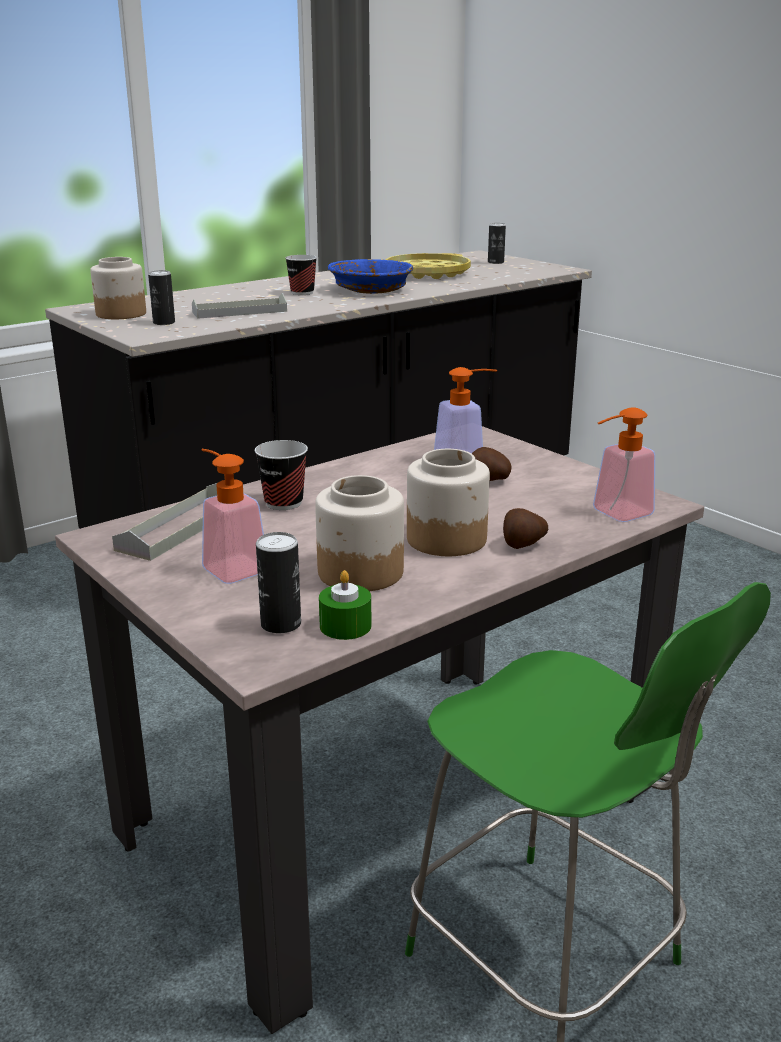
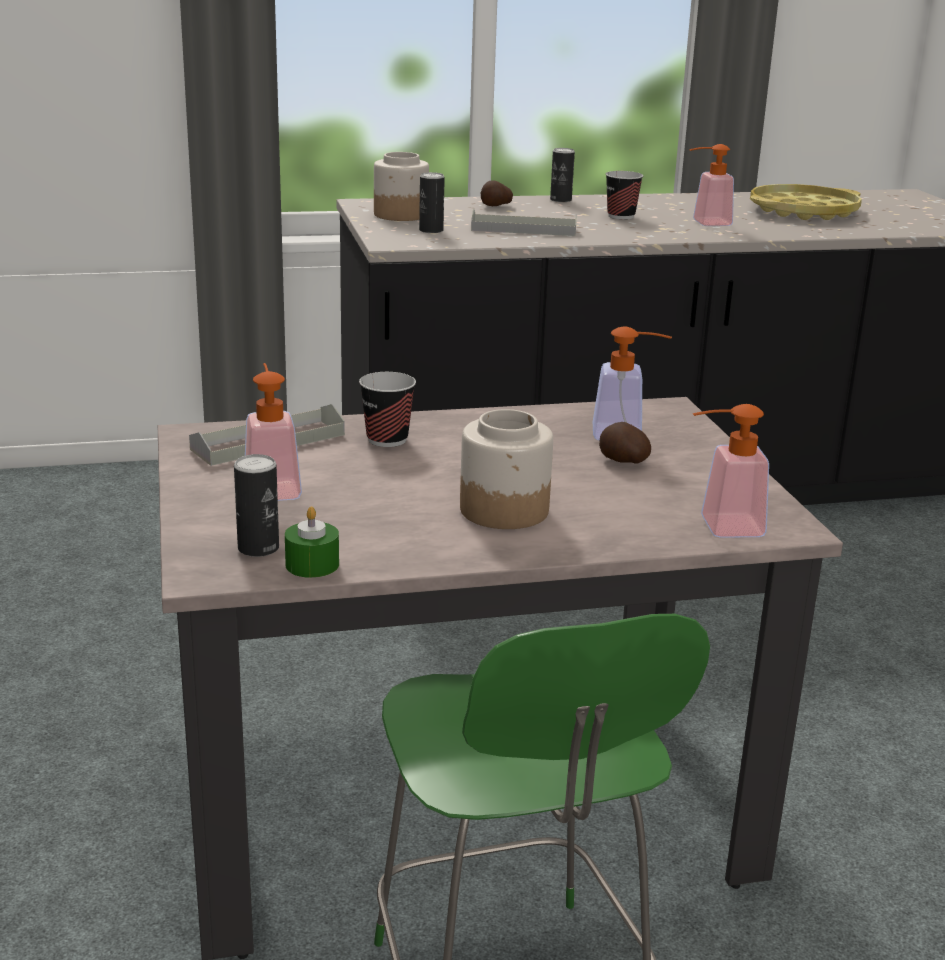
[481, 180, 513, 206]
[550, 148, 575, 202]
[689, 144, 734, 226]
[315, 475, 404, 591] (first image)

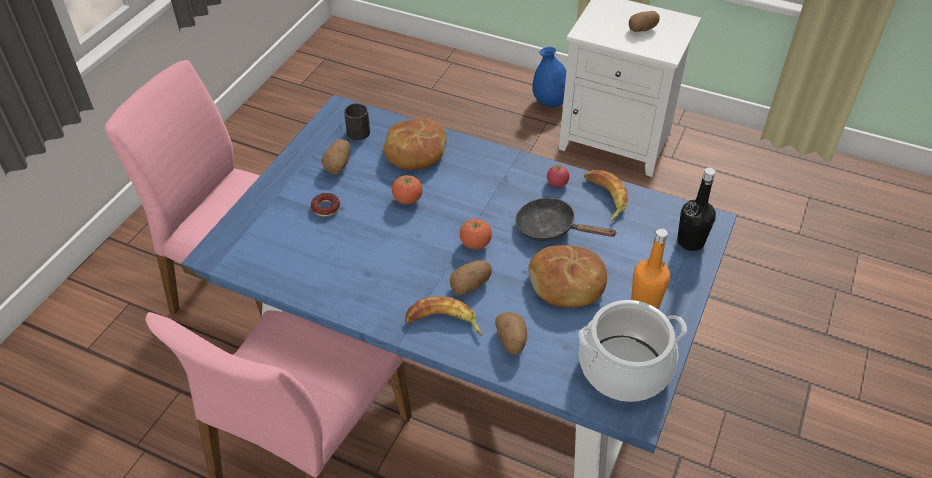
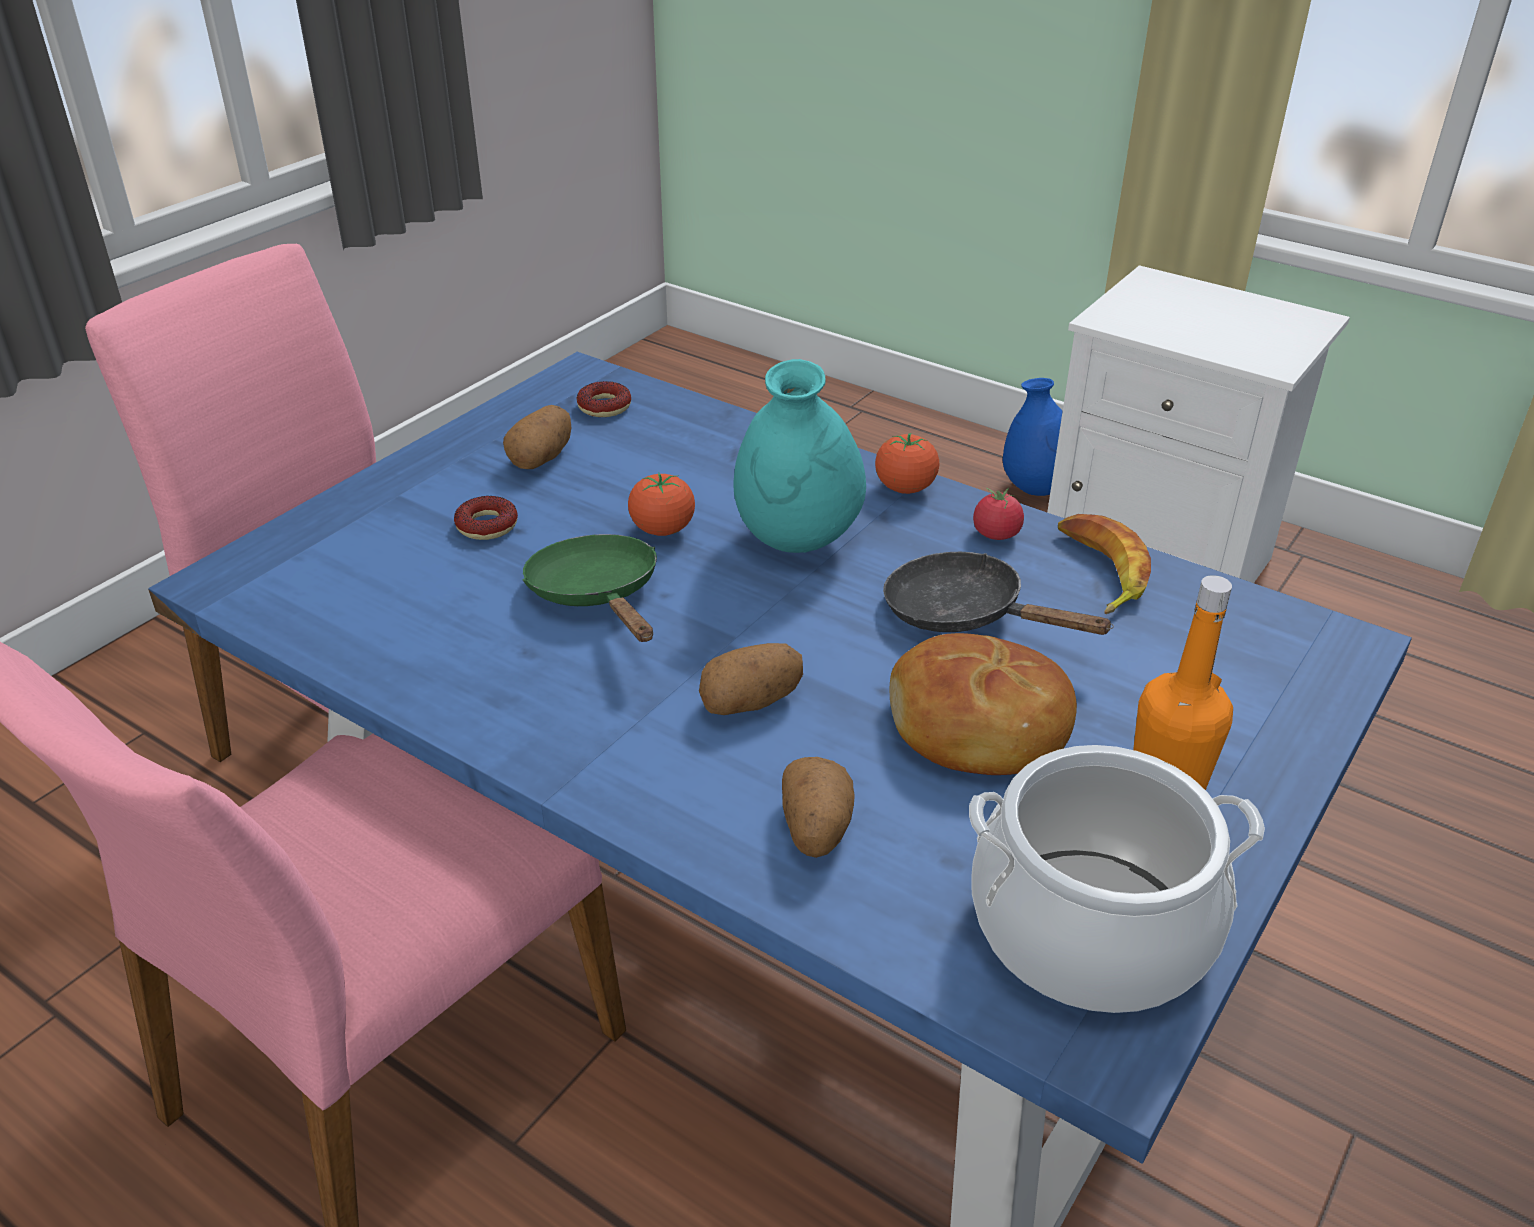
[523, 534, 657, 642]
[577, 381, 631, 417]
[733, 359, 866, 553]
[875, 433, 939, 494]
[384, 118, 447, 170] (first image)
[405, 296, 482, 336] (first image)
[629, 11, 660, 32] (first image)
[677, 168, 716, 251] (first image)

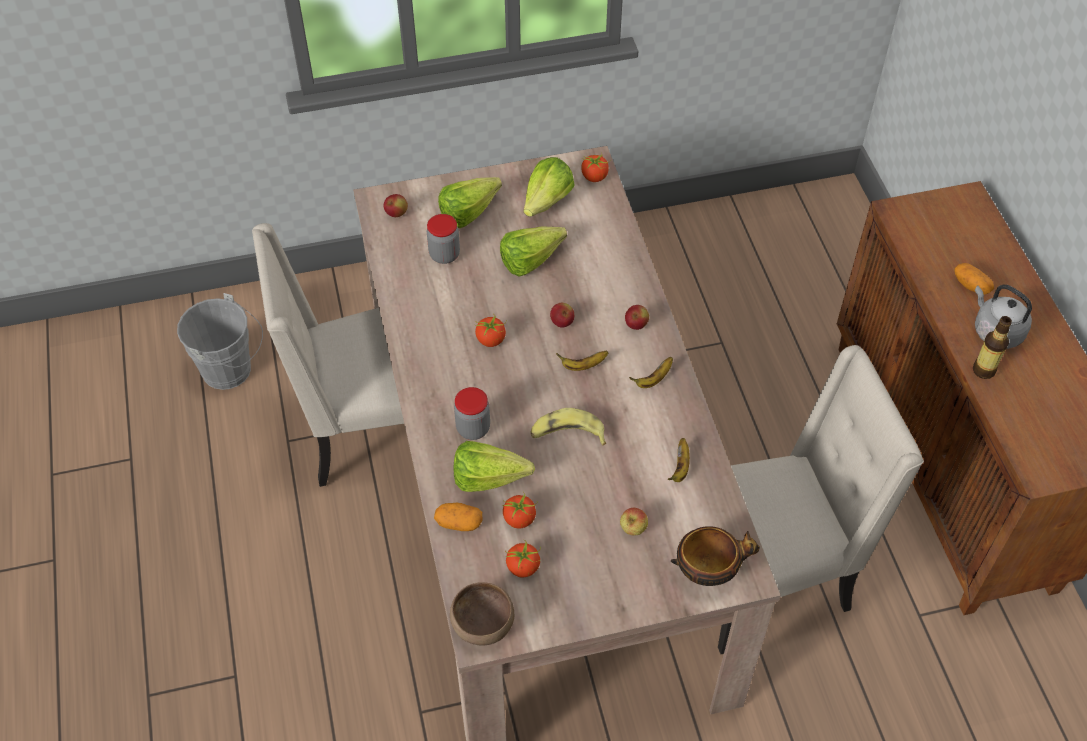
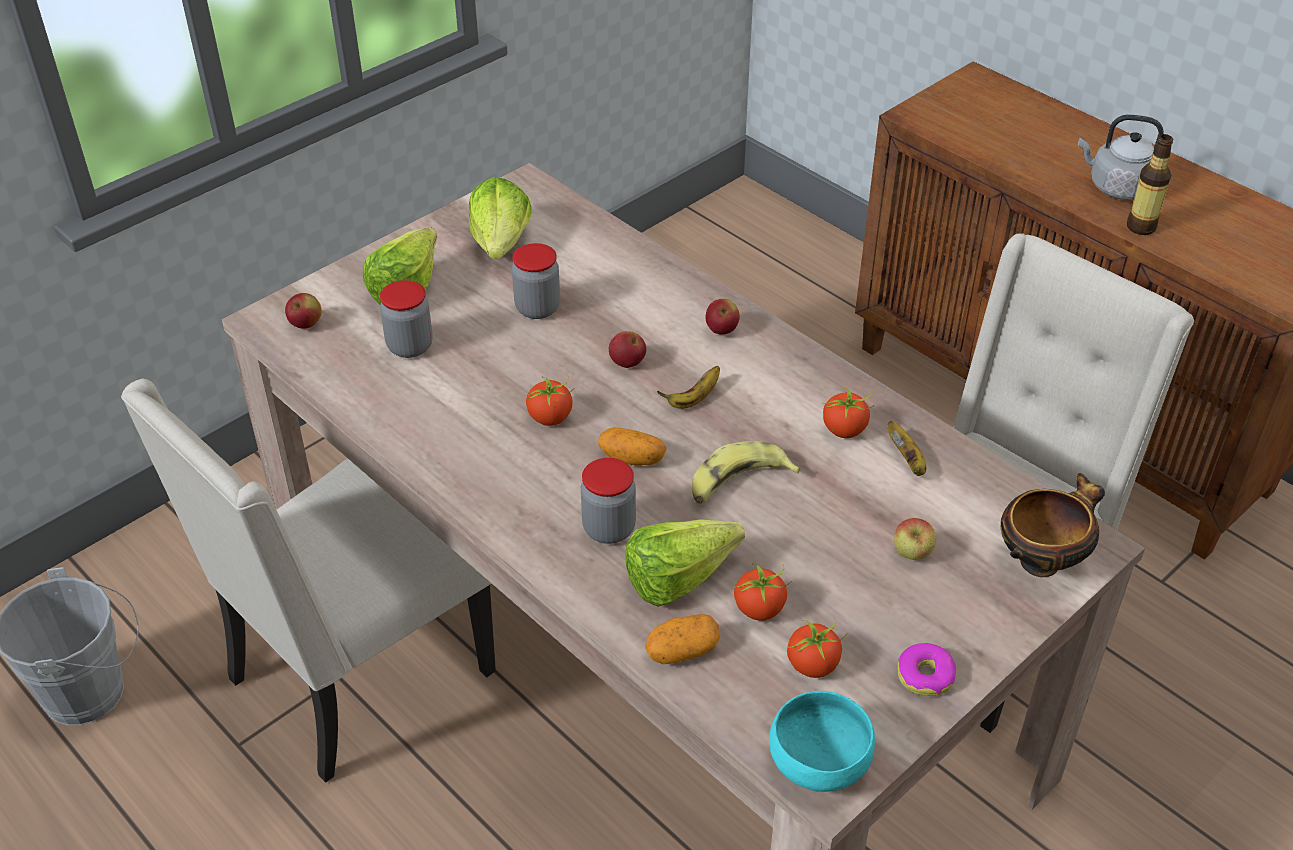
[512, 243, 560, 319]
[598, 427, 666, 465]
[769, 691, 875, 792]
[822, 387, 874, 438]
[898, 643, 956, 696]
[629, 357, 673, 388] (first image)

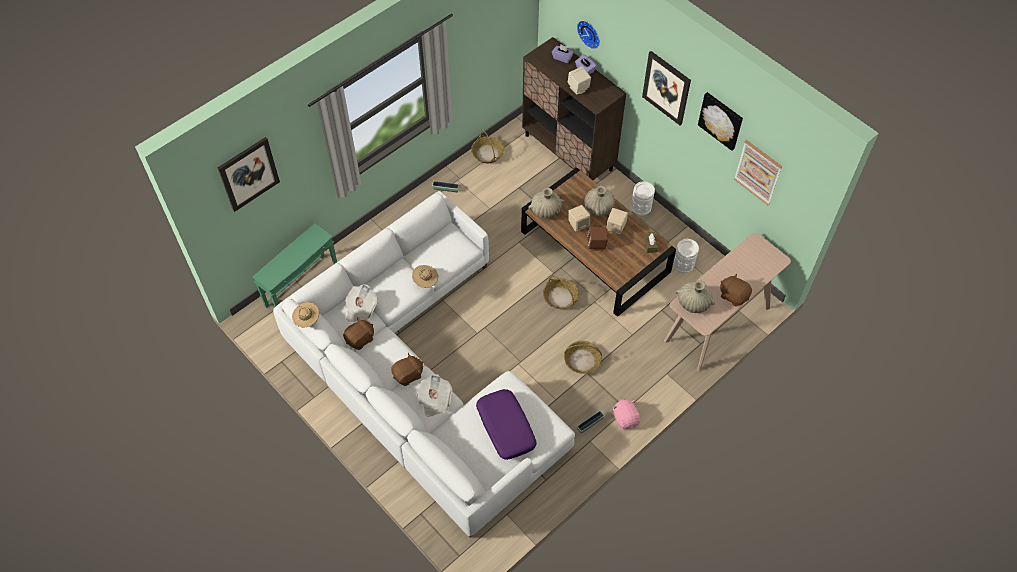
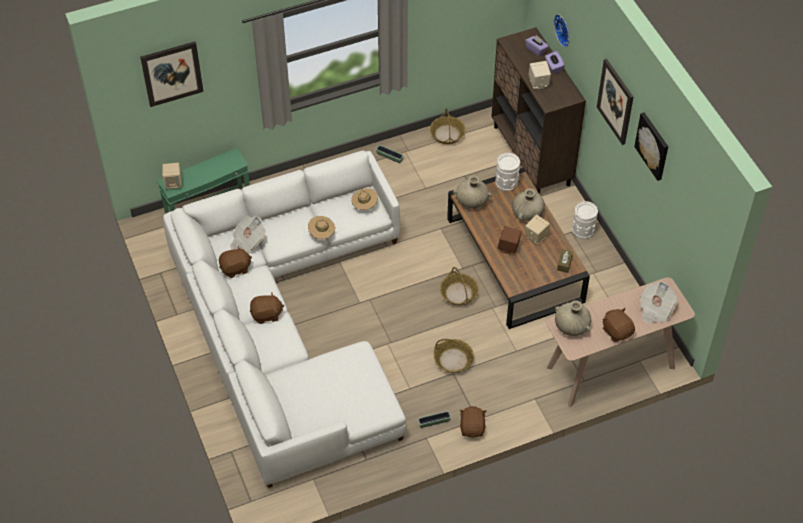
[162, 163, 182, 189]
[351, 188, 378, 210]
[459, 406, 486, 438]
[495, 153, 520, 191]
[640, 282, 678, 323]
[476, 389, 537, 460] (first image)
[734, 140, 783, 205] (first image)

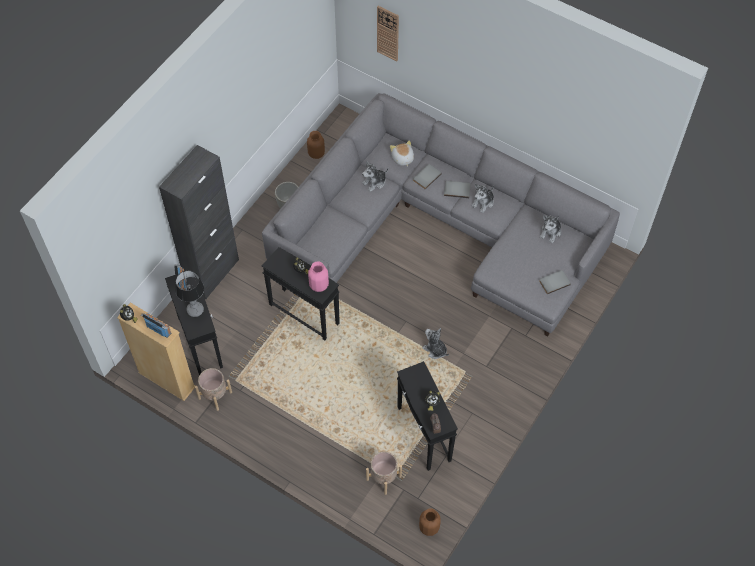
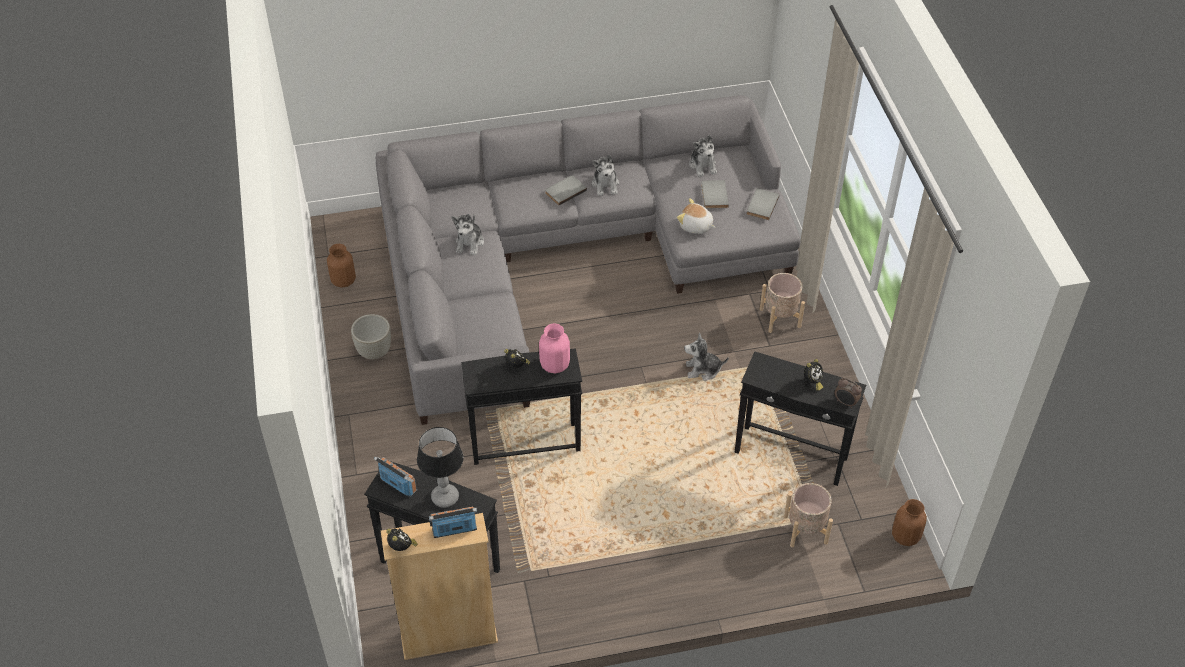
[677, 198, 716, 234]
[701, 180, 729, 209]
[760, 273, 805, 333]
[159, 145, 239, 299] (first image)
[377, 6, 399, 61] (first image)

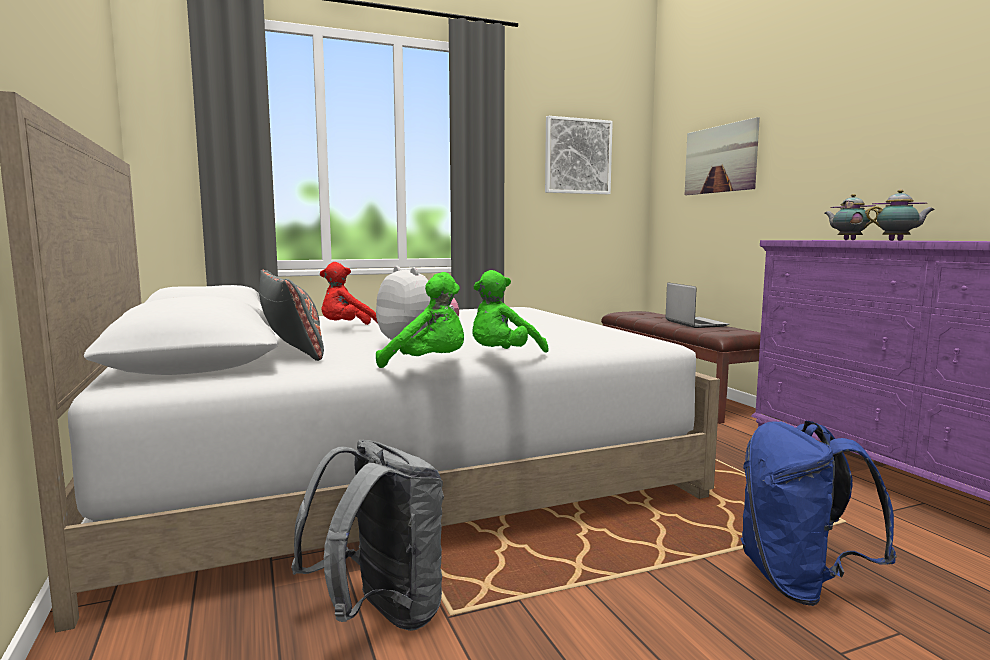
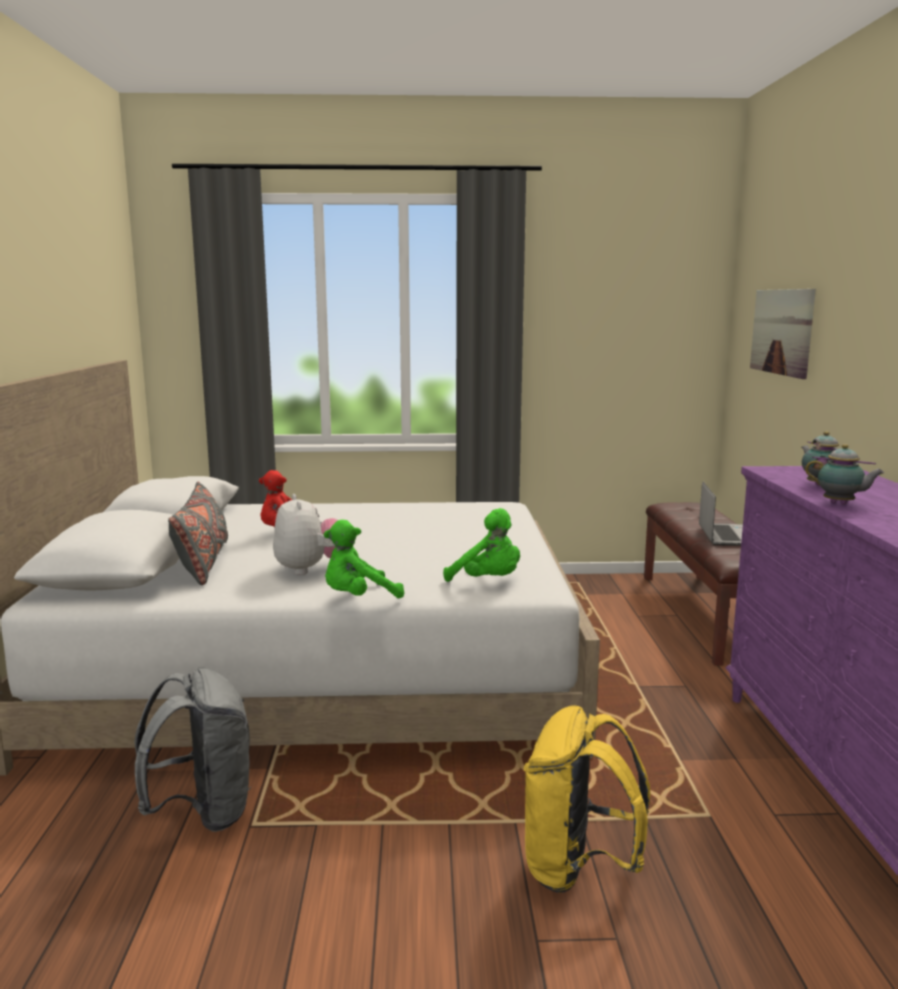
[443, 508, 520, 582]
[524, 705, 650, 893]
[545, 116, 613, 194] (first image)

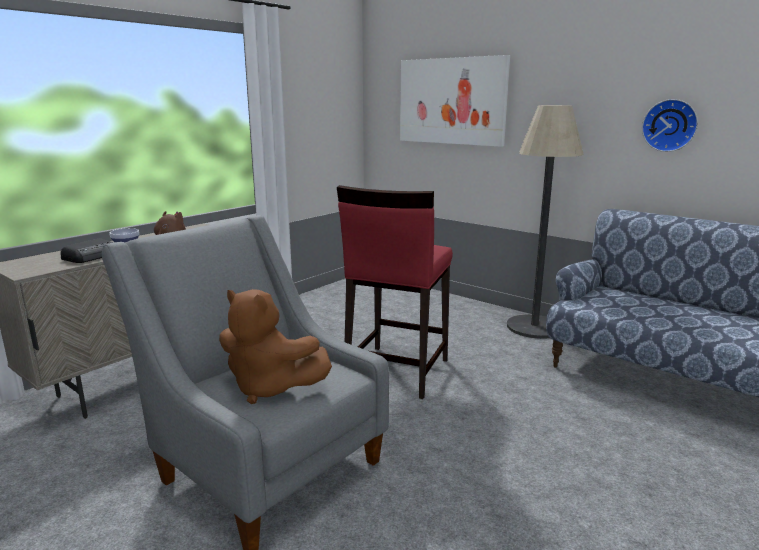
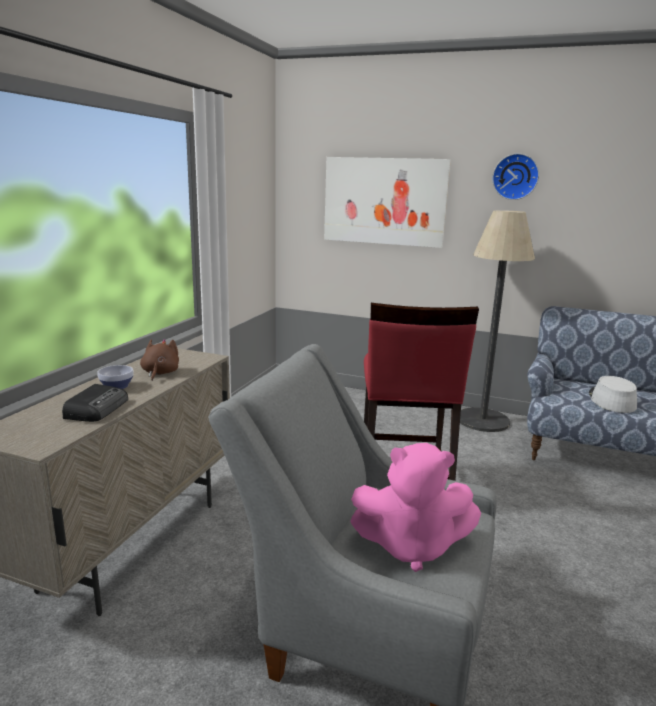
[350, 443, 481, 572]
[492, 153, 539, 200]
[589, 376, 637, 413]

